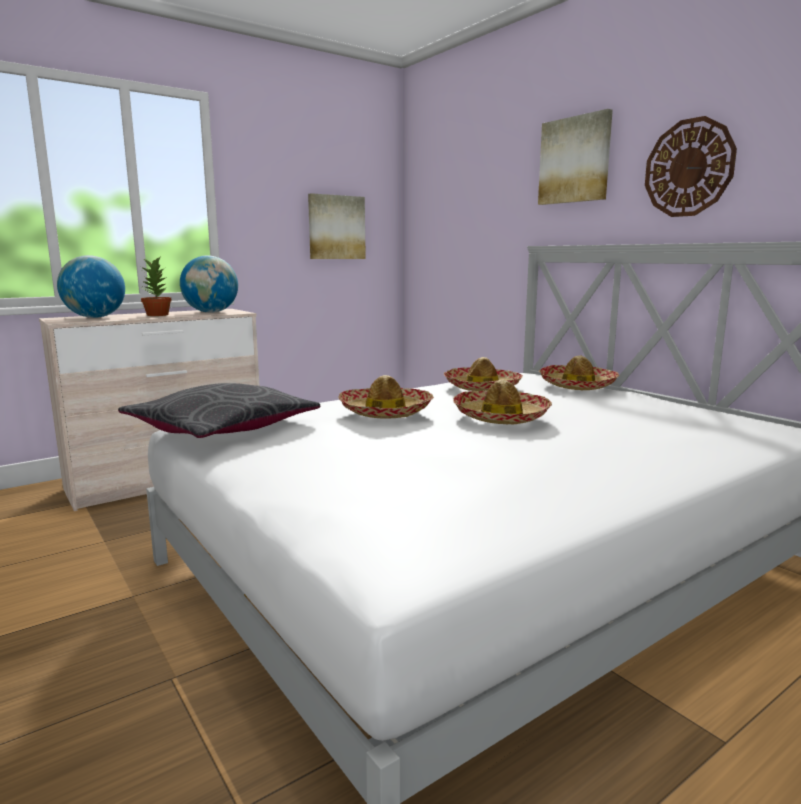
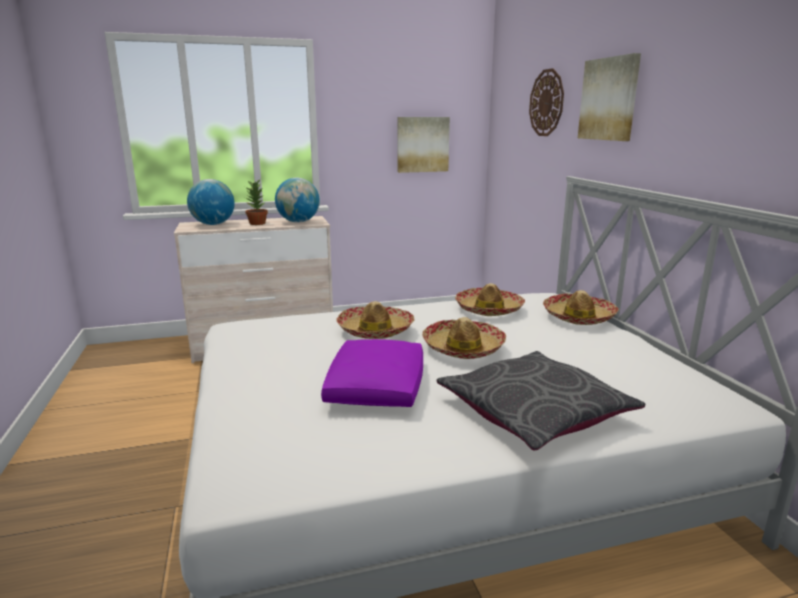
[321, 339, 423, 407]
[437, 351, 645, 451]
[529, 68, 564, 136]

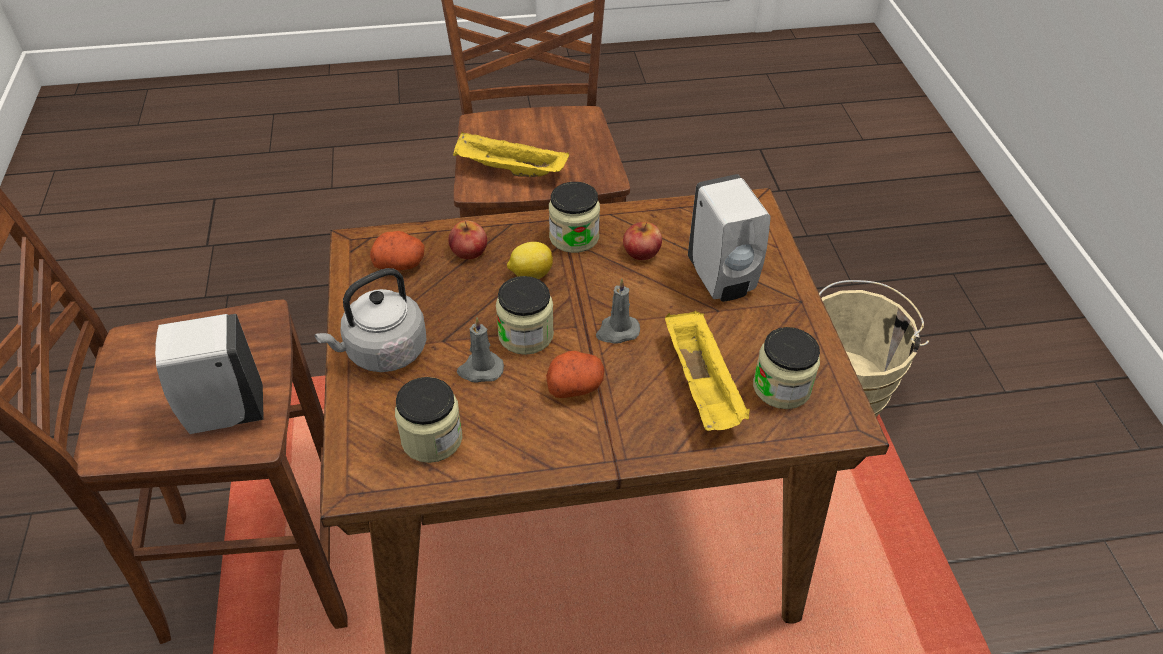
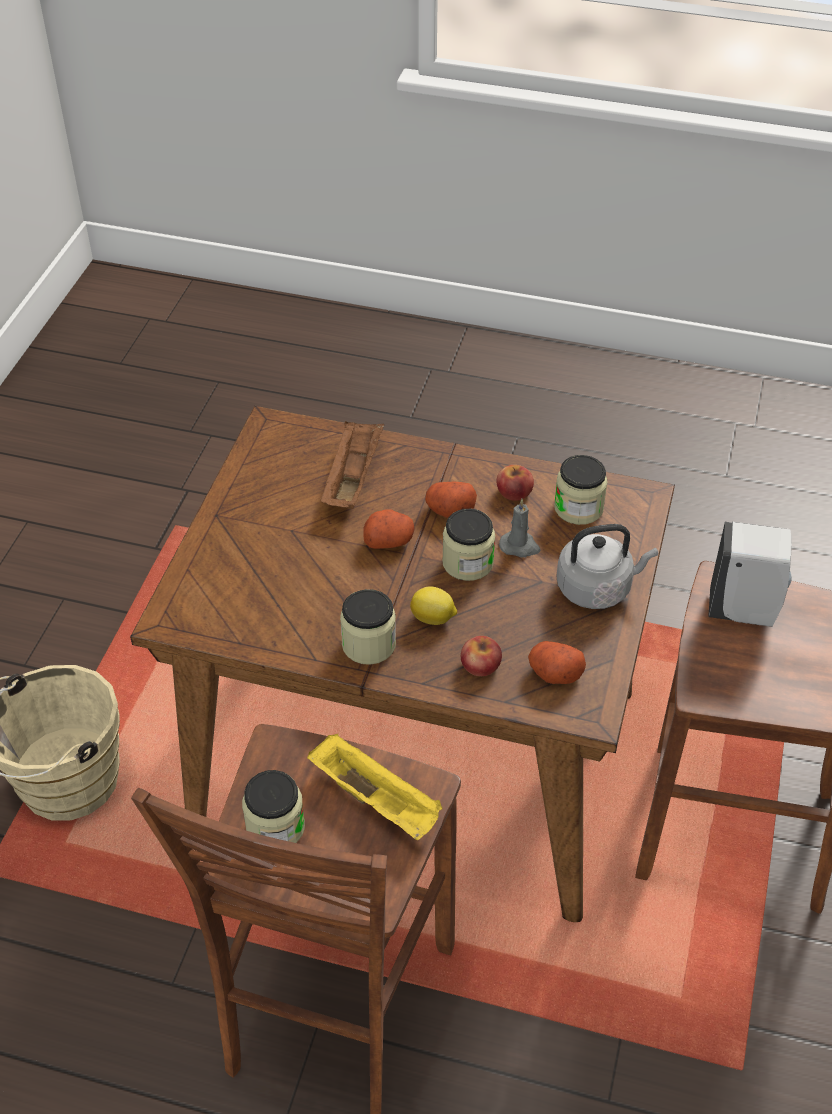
[242, 770, 305, 843]
[321, 421, 384, 509]
[363, 509, 415, 549]
[496, 465, 534, 501]
[688, 174, 771, 302] (first image)

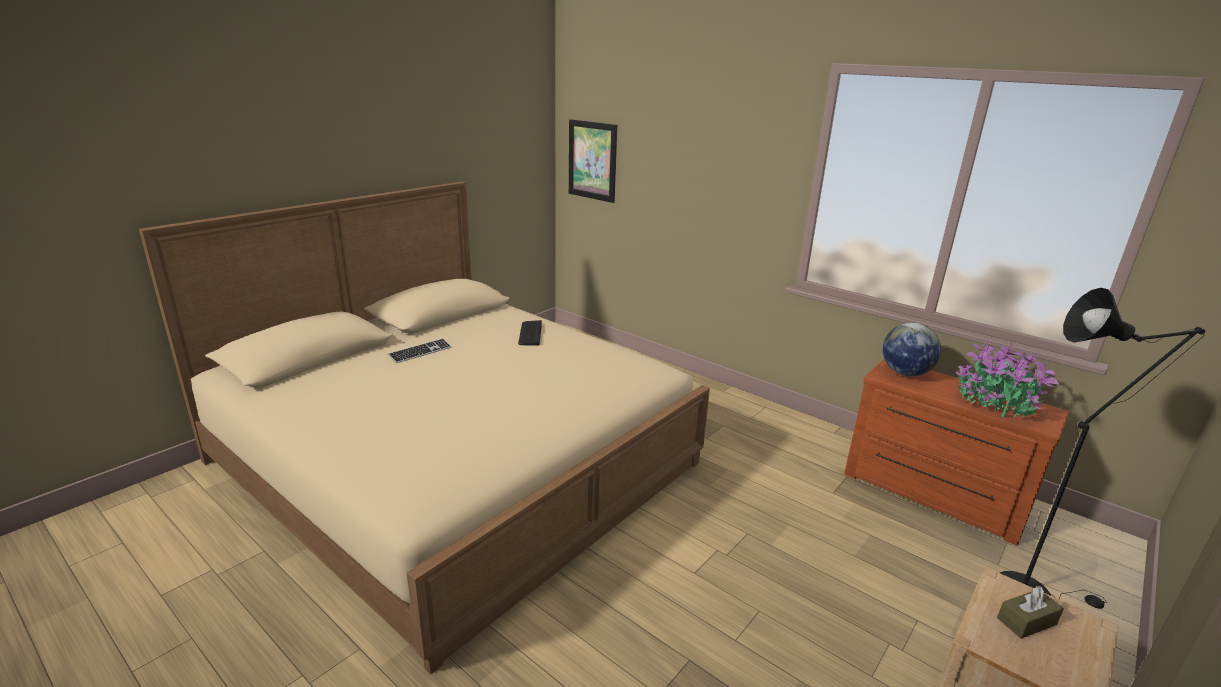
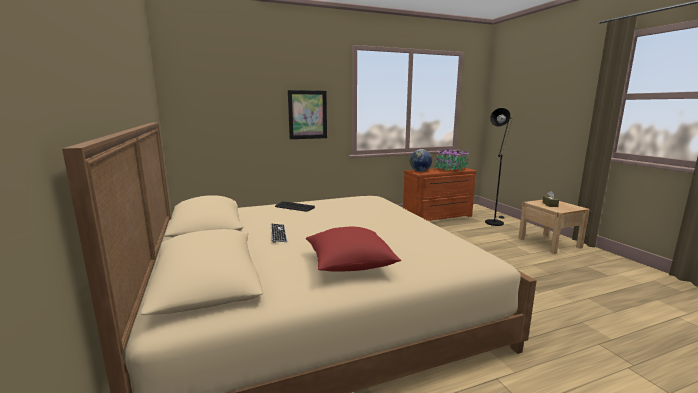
[288, 90, 327, 139]
[306, 227, 401, 271]

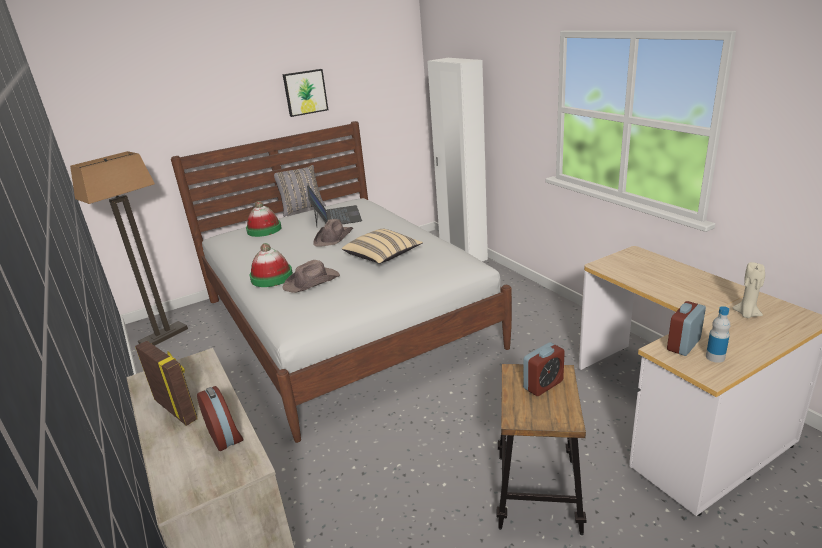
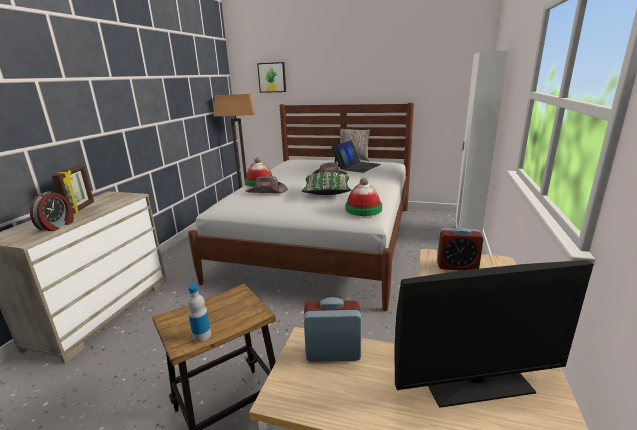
[187, 284, 211, 342]
[257, 62, 286, 93]
[302, 172, 351, 195]
[345, 178, 382, 216]
[394, 260, 594, 408]
[437, 228, 484, 270]

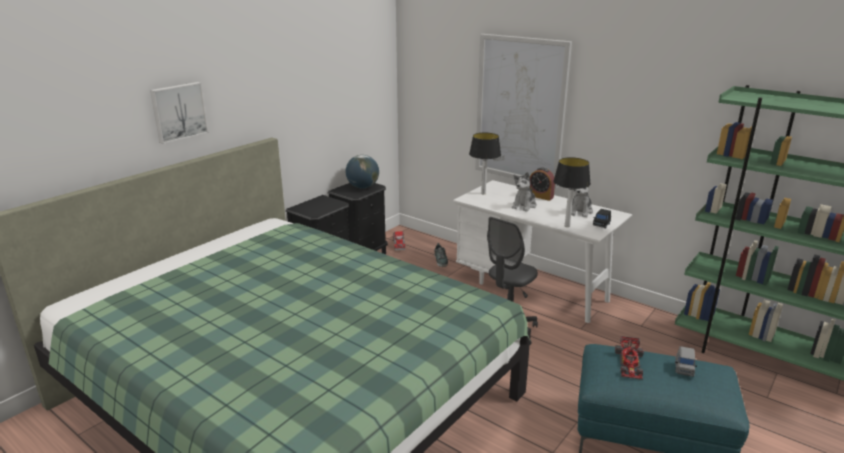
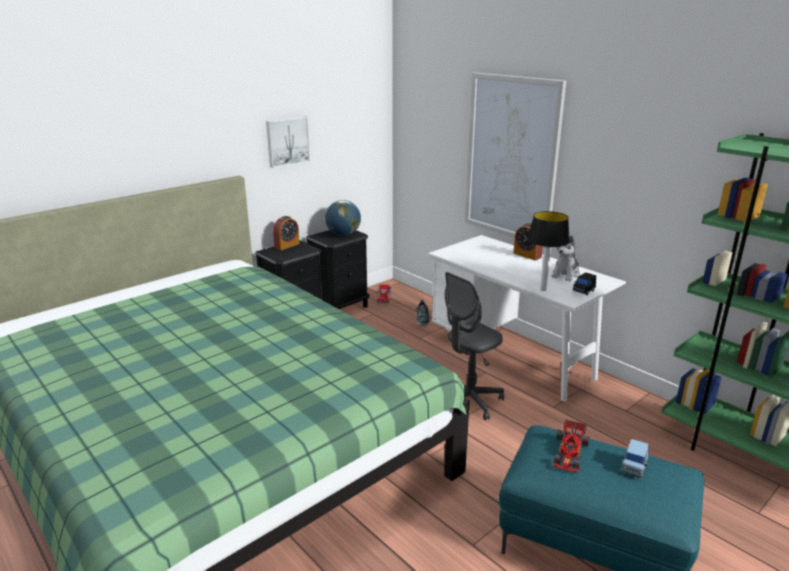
[266, 116, 310, 168]
[273, 216, 300, 250]
[621, 439, 649, 477]
[469, 133, 501, 194] (first image)
[512, 172, 537, 211] (first image)

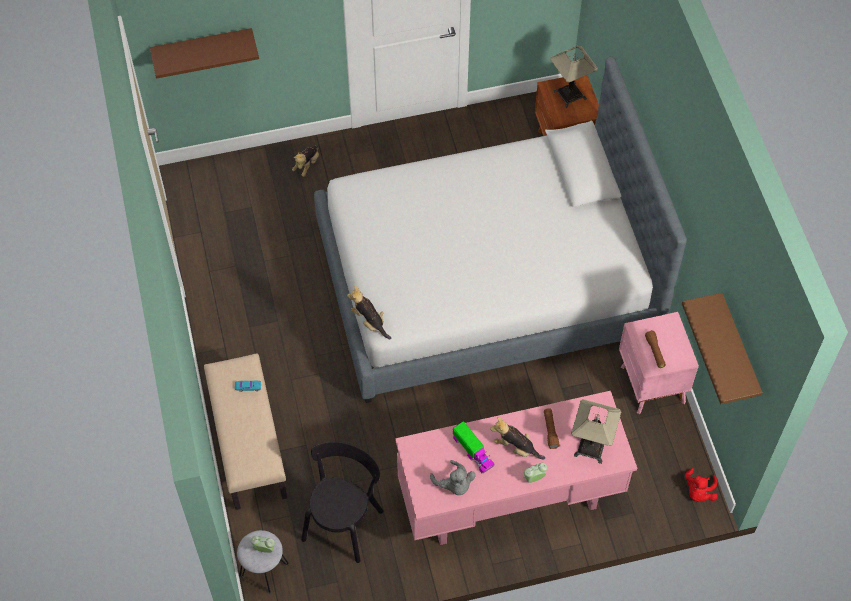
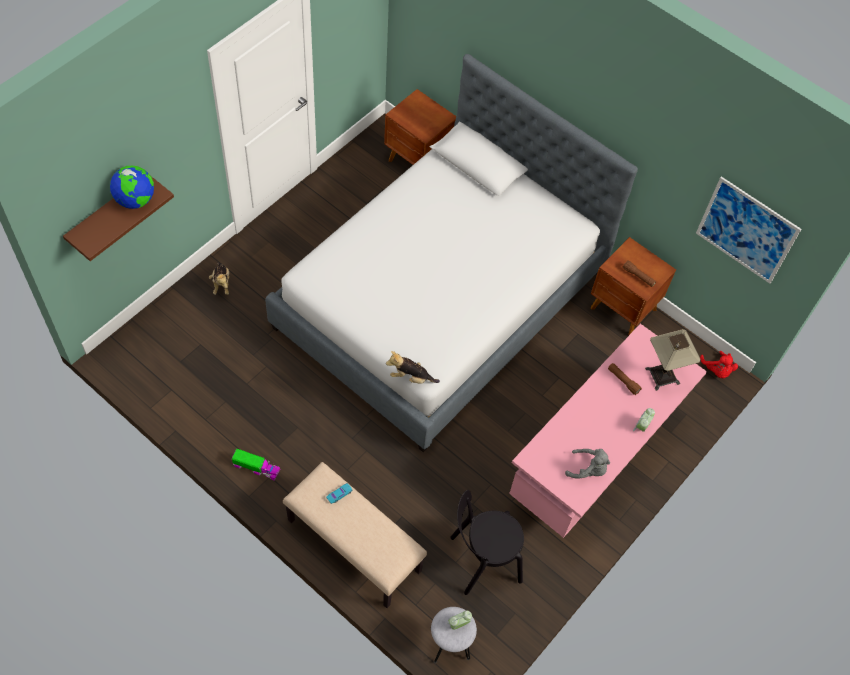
[110, 166, 154, 209]
[232, 449, 280, 480]
[450, 490, 524, 595]
[591, 237, 676, 335]
[696, 177, 801, 283]
[490, 417, 545, 460] (first image)
[550, 45, 598, 108] (first image)

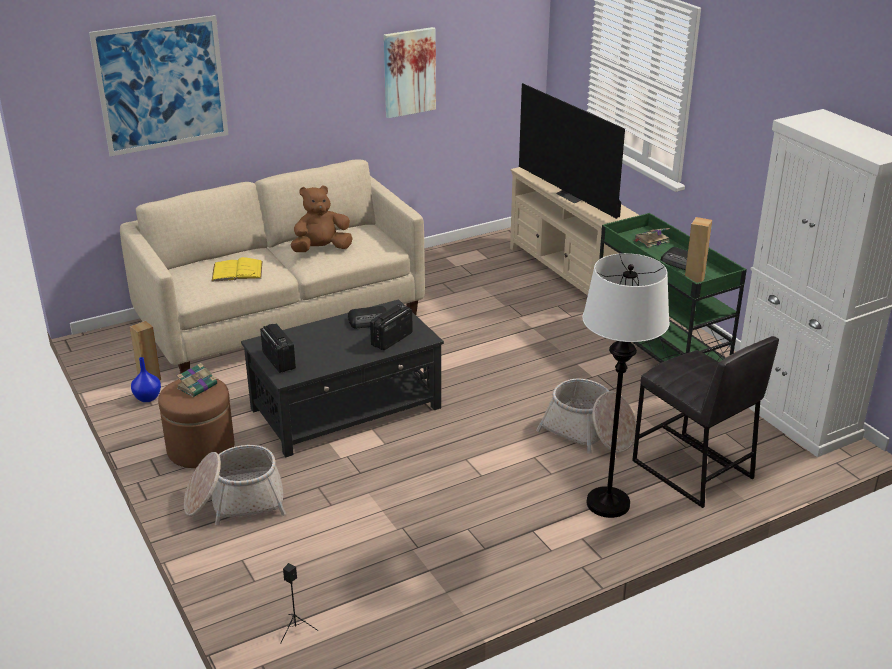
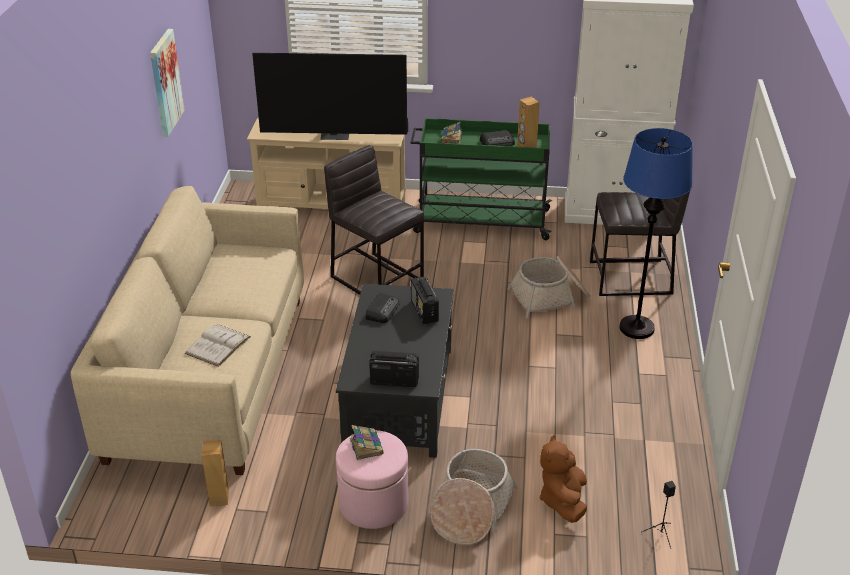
[185, 324, 251, 367]
[324, 145, 424, 295]
[336, 430, 408, 529]
[540, 435, 587, 523]
[619, 128, 693, 339]
[89, 15, 229, 156] (first image)
[131, 357, 161, 402] (first image)

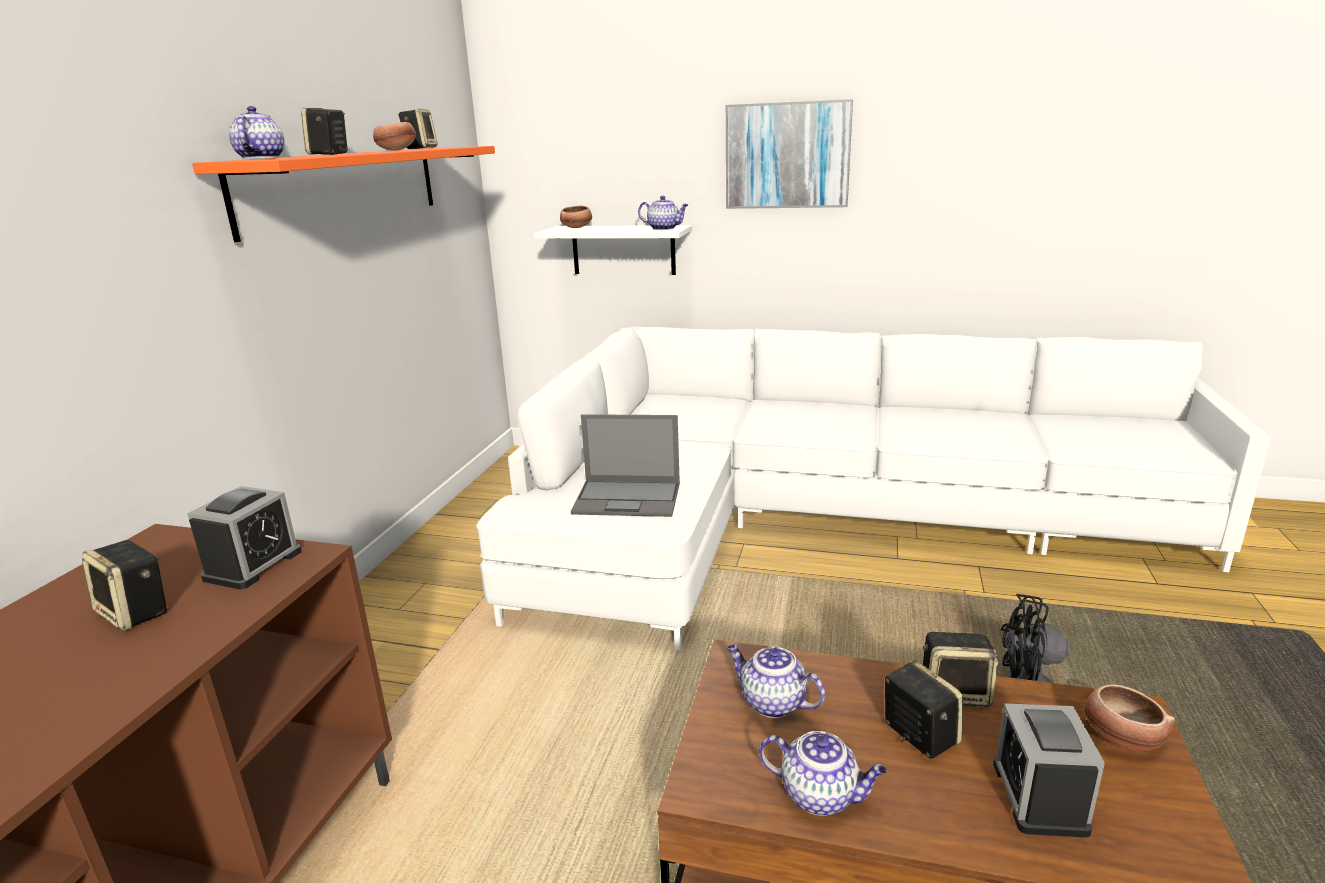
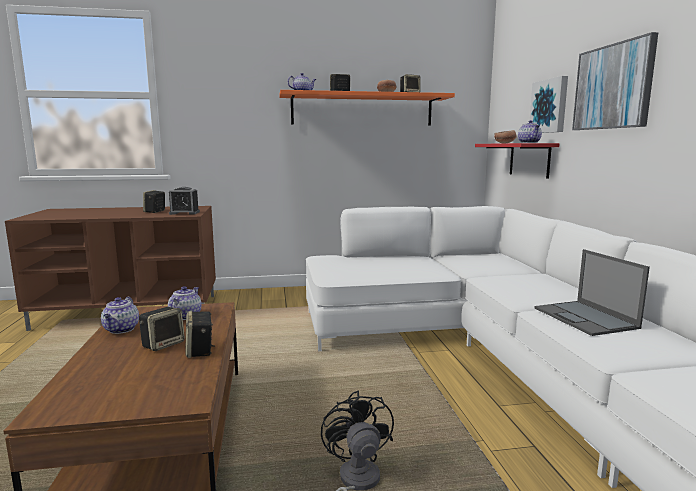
[475, 143, 560, 179]
[530, 76, 568, 133]
[535, 249, 650, 336]
[993, 703, 1105, 838] (first image)
[1084, 684, 1175, 750] (first image)

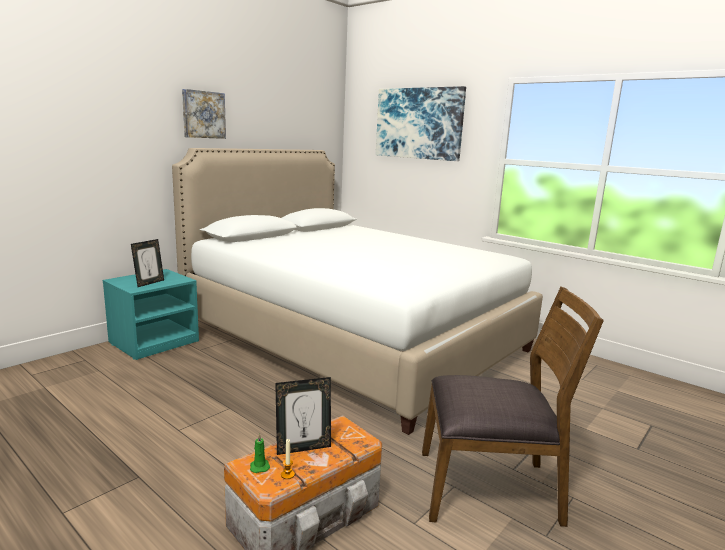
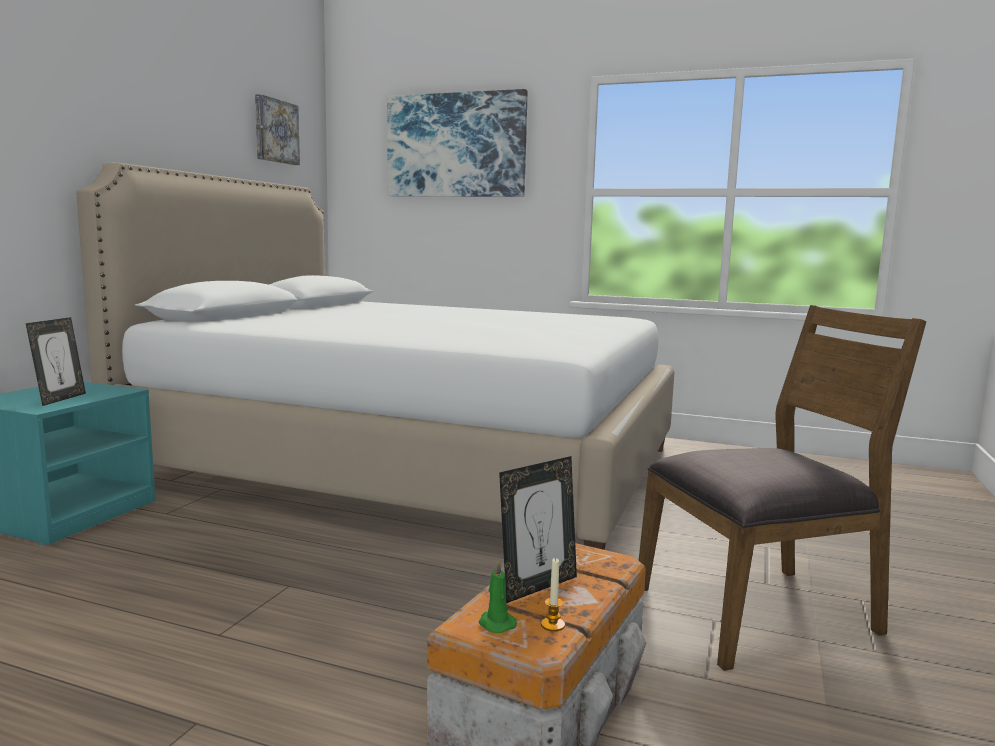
[255, 94, 300, 165]

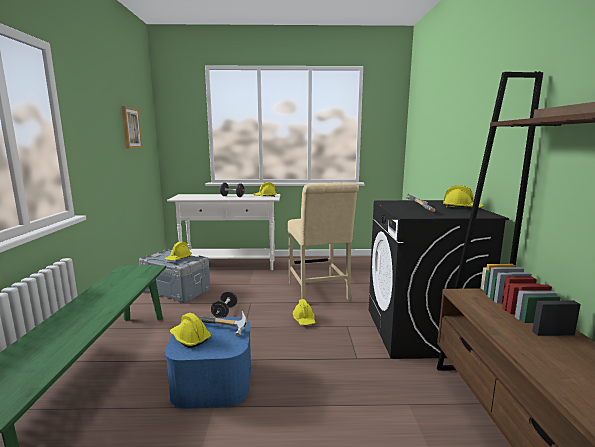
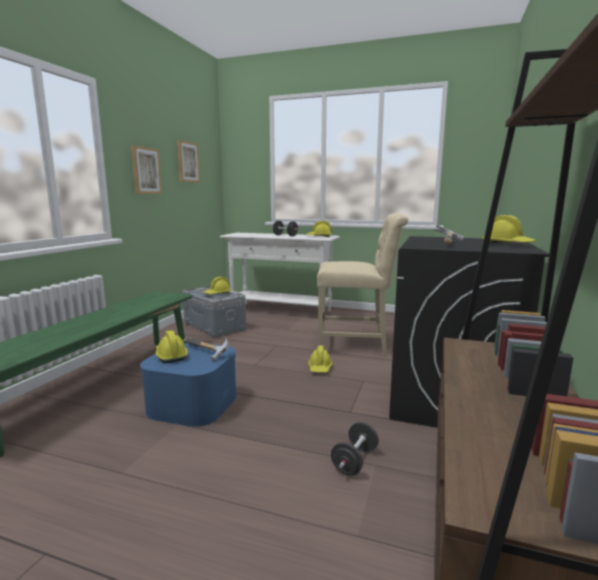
[131, 145, 162, 194]
[317, 213, 408, 357]
[331, 422, 379, 476]

